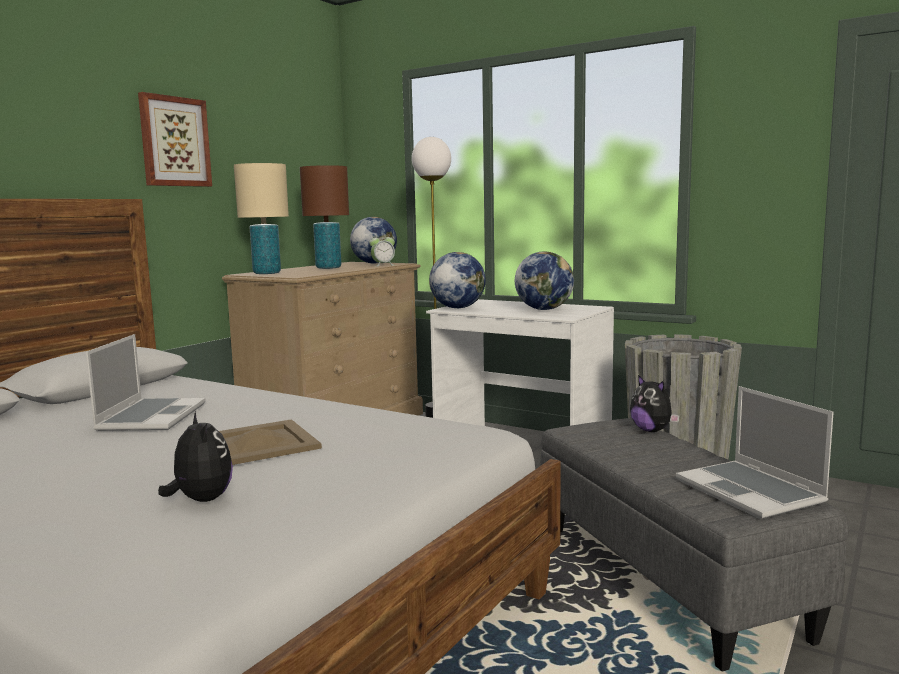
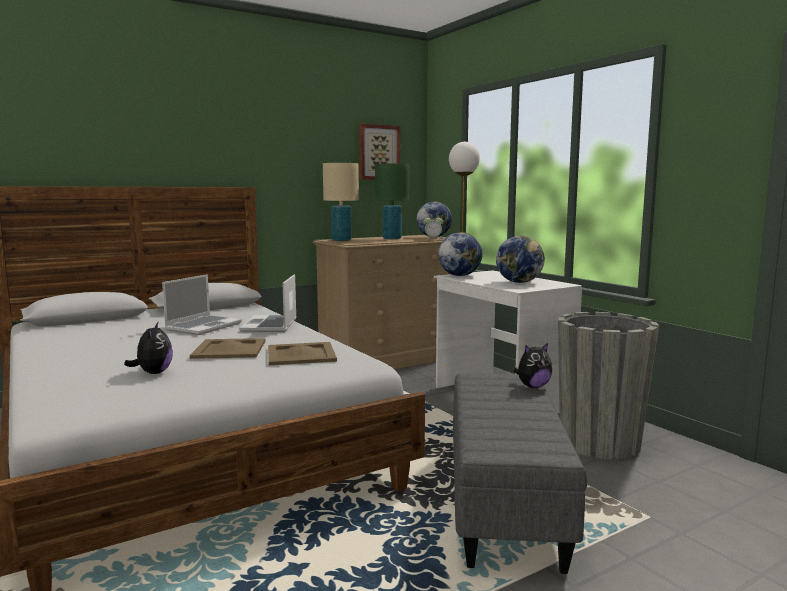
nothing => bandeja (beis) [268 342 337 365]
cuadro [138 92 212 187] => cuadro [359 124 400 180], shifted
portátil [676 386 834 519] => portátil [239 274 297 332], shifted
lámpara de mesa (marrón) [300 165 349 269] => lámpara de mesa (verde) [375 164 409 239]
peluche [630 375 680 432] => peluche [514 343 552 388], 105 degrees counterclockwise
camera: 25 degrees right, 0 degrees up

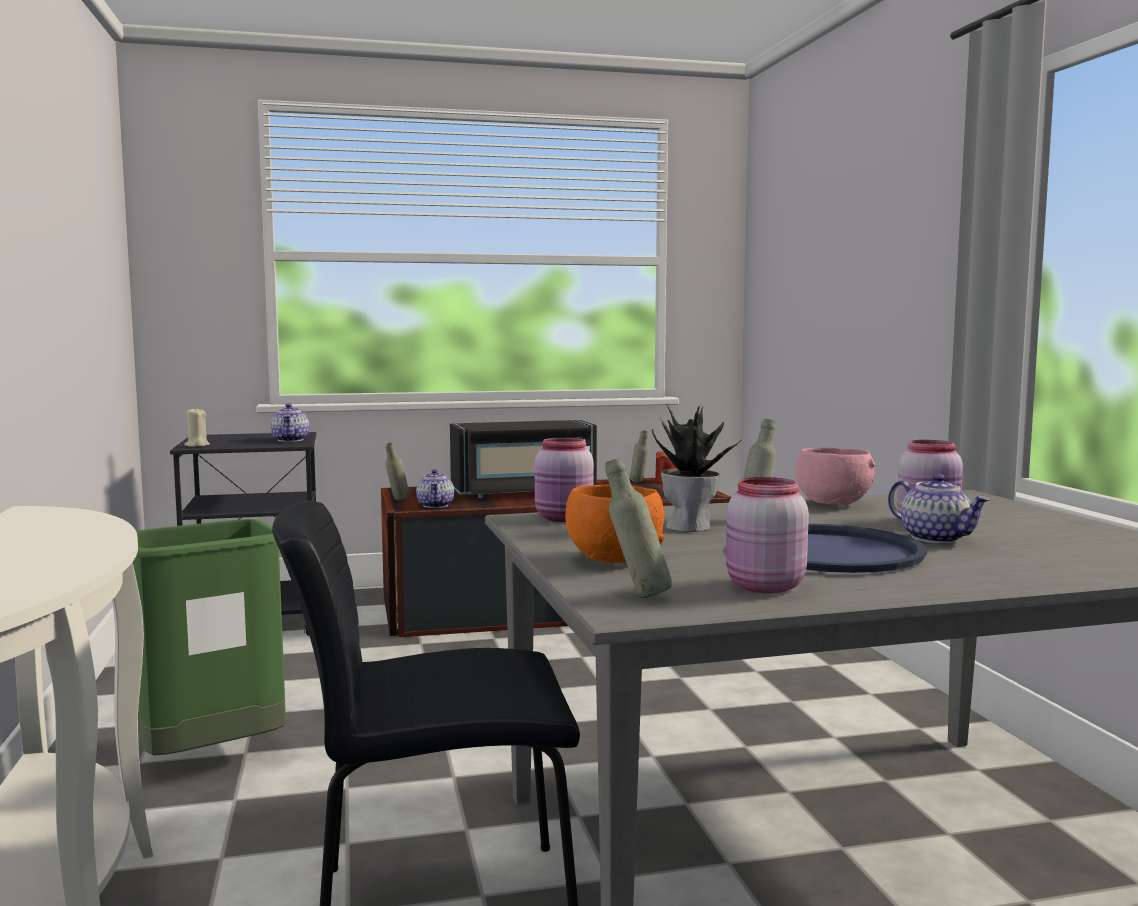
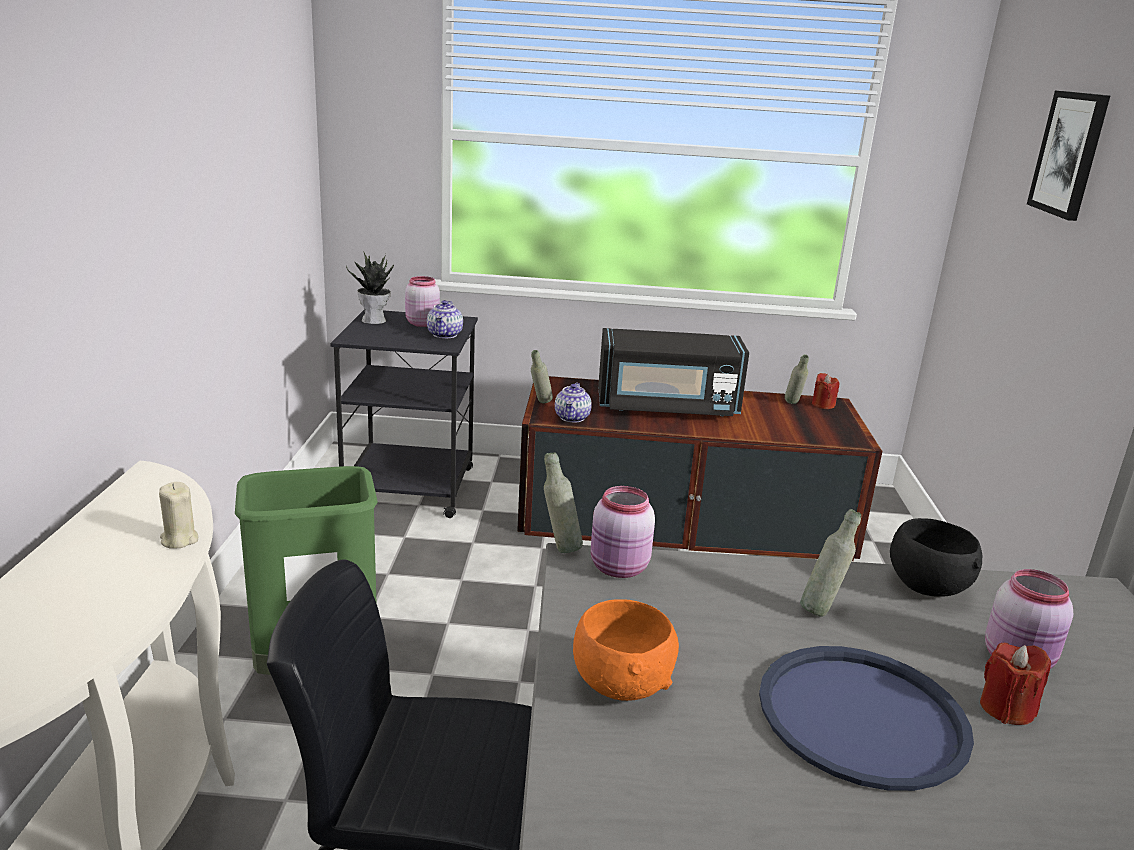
nothing => cuadro [1027 91 1110 221]
vela (beis) [184 407 210 447] => vela (beis) [159 482 198 549], shifted
botella (gris) [605 458 672 598] => botella (gris) [544 452 583 553], shifted
planta en maceta [652 403 742 532] => planta en maceta [346 251 394 324], shifted
tarro (rosa) [726 477 809 593] => tarro (rosa) [405 276 440 327], shifted
tetera [888 474 990 543] => vela (rojo) [980 643 1051 725]
cuenco (rosa) [795 448 875 505] => cuenco (negro) [890 518 983 597]
camera: 15 degrees right, 15 degrees up

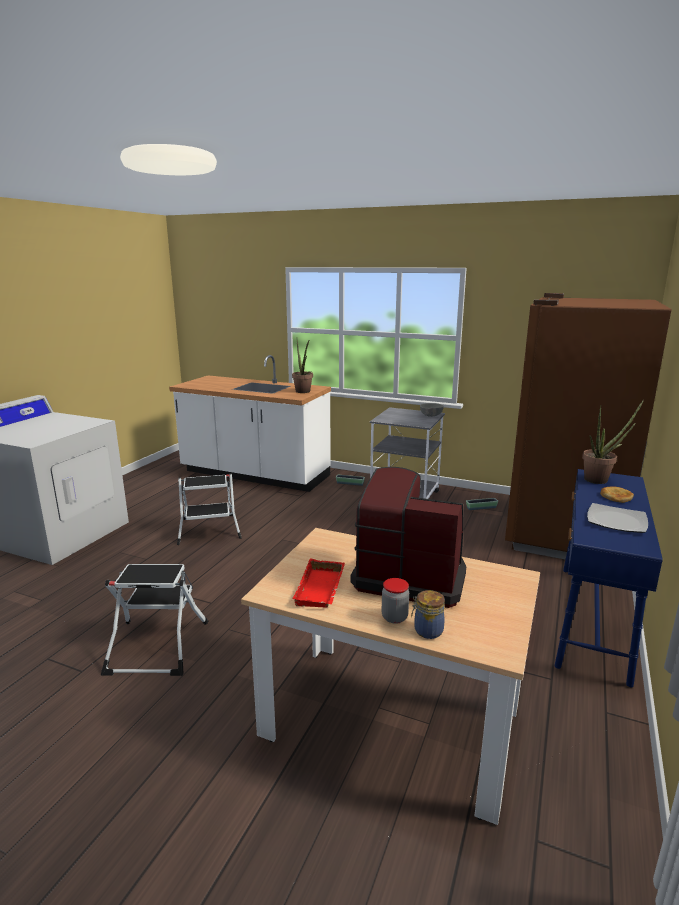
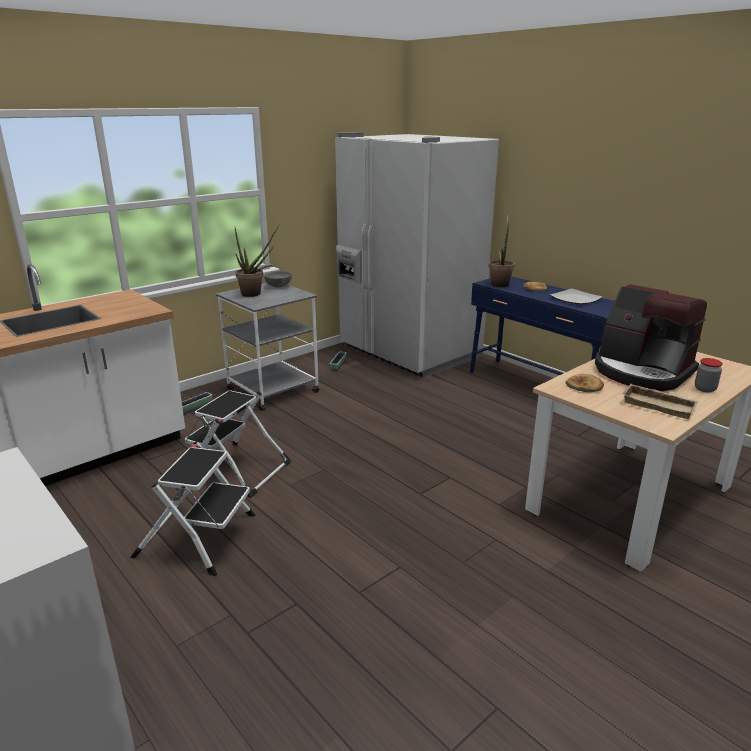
tarro [411 590 445 639] => nothing
nothing => pan [565 374 604 392]
escalera de tijera [101 564 208 676] => escalera de tijera [185 391 292 498], shifted
planta en maceta [292 340 313 393] => planta en maceta [235 225 279 297], shifted
bandeja (rojo) [292 559 345 608] => bandeja (beis) [622 384 699 419]
nevera (marrón) [505 293 671 559] => nevera (blanco) [335 132 499 379]
cafetera [351 467 466 608] => cafetera [595 284 707 391], 90 degrees counterclockwise
camera: 65 degrees left, 5 degrees up

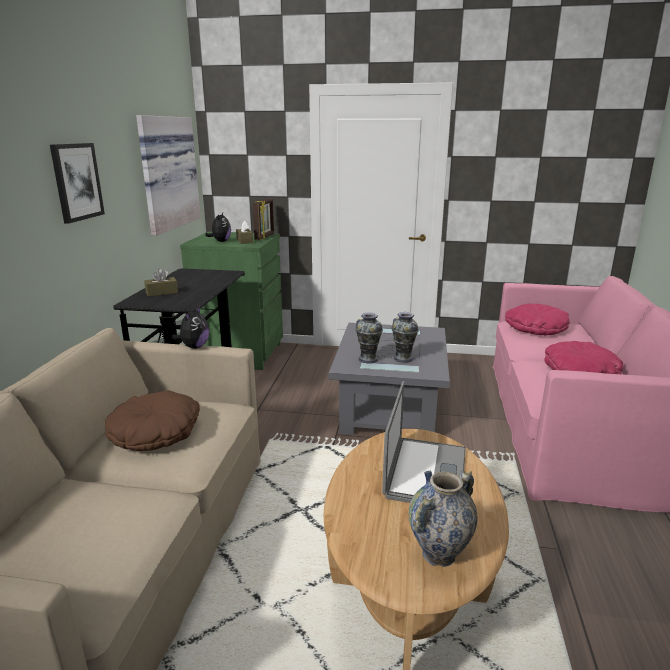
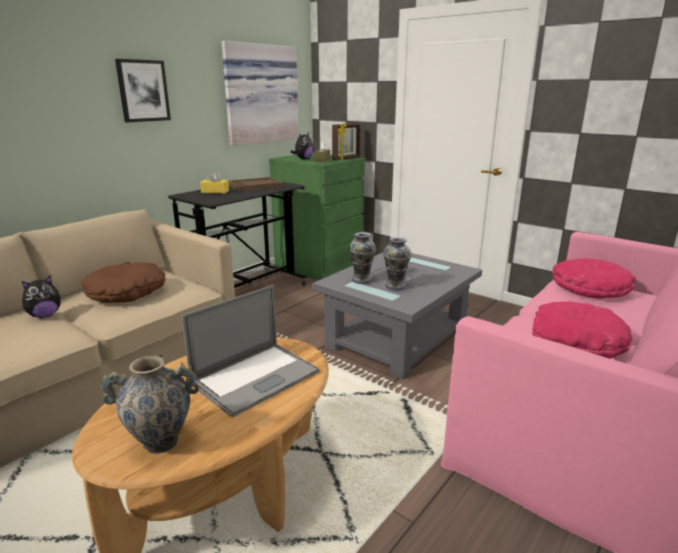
nothing => bandeja (marrón) [229 177 284 191]
peluche [172 306 209 349] => peluche [22 275 61 318], shifted
caja de pañuelos (marrón) [144 269 178 297] => caja de pañuelos (amarillo) [200 171 229 193]
camera: 30 degrees right, 0 degrees up

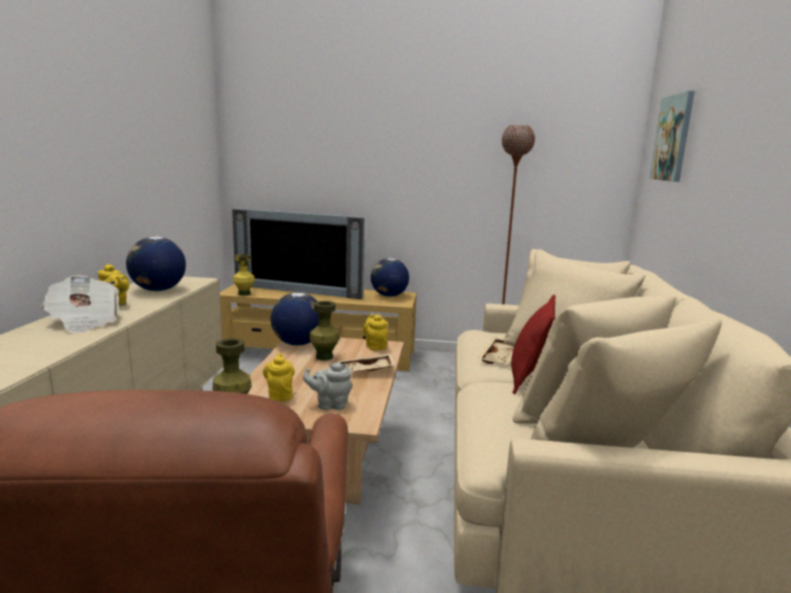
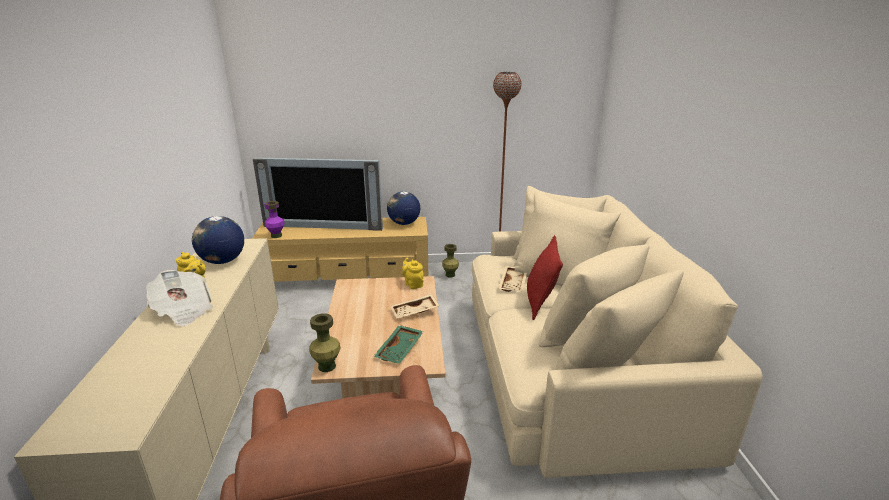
tetera (amarillo) [263 353 295 401] => nothing
globo terráqueo [271 292 319 346] => nothing
cuadro [649 91 695 182] => nothing
florero (verde) [309 301 340 361] => florero (verde) [442 244 459 278], shifted
tetera (gris) [303 363 353 410] => bandeja (verde) [374 325 424 364]
florero (amarillo) [233 254 255 295] => florero (morado) [265 201 284 238]
camera: 10 degrees left, 10 degrees up

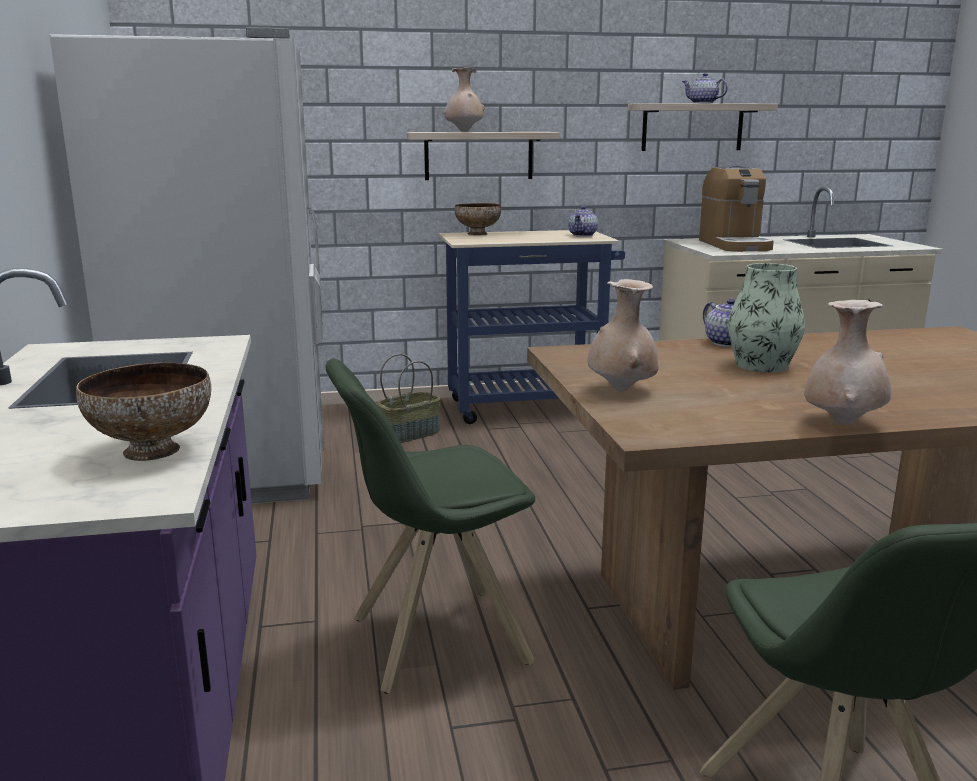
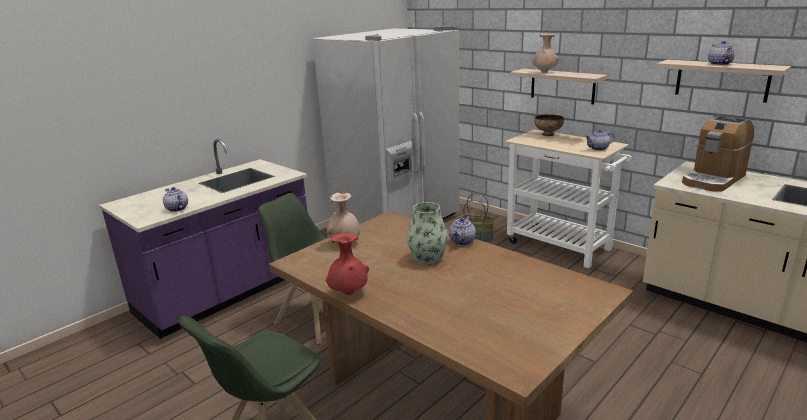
cuenco [76 362 211 461] => tetera [163 187 188 212]
carrito (azul) [439 230 625 424] => carrito (blanco) [506 130 632 268]
florero (beis) [804 300 891 425] => florero (rojo) [325 233 369 295]
camera: 55 degrees right, 5 degrees up

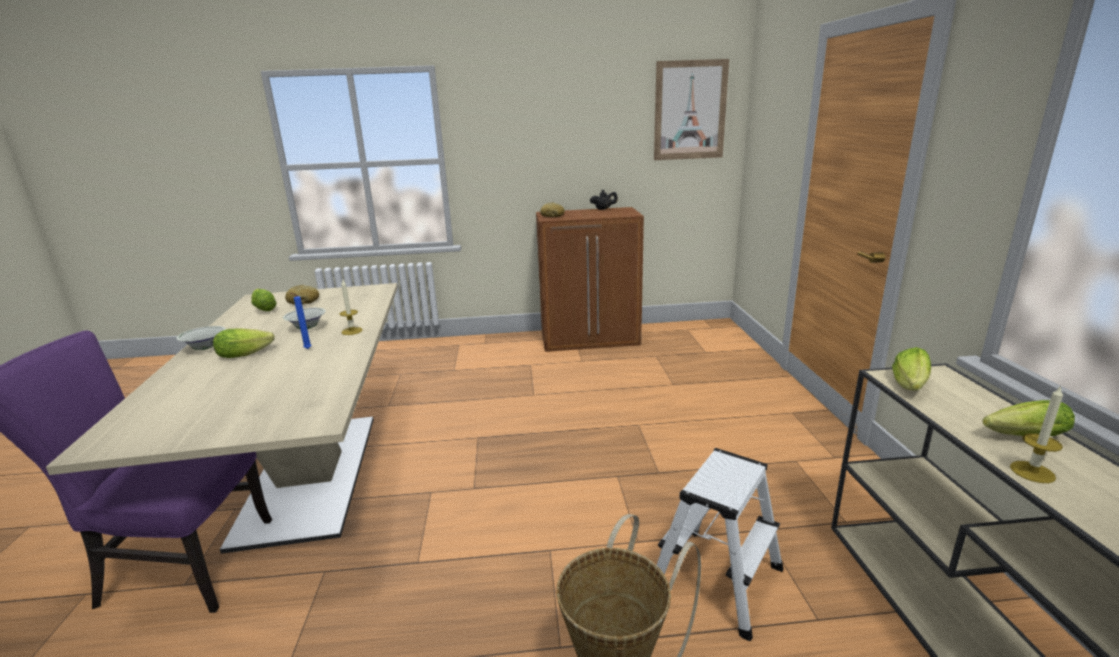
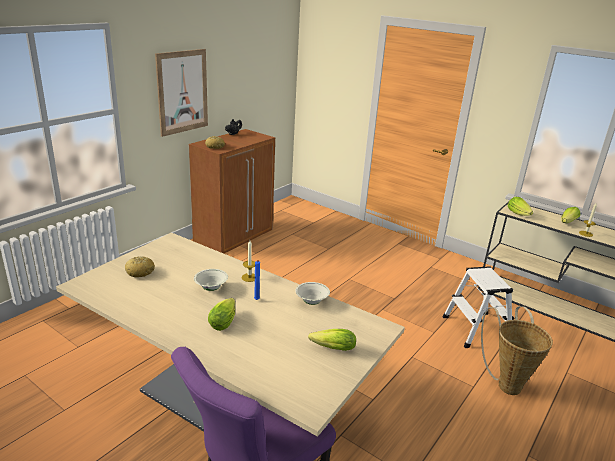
cuenco (blanco) [176 326 226 350] => cuenco (blanco) [295 282 330 305], shifted
lechuga [251 289 277 311] => lechuga [308 329 356 351], shifted
cuadro [654 59 729 160] => cuadro [155 49 208 137], shifted
camera: 50 degrees left, 5 degrees up

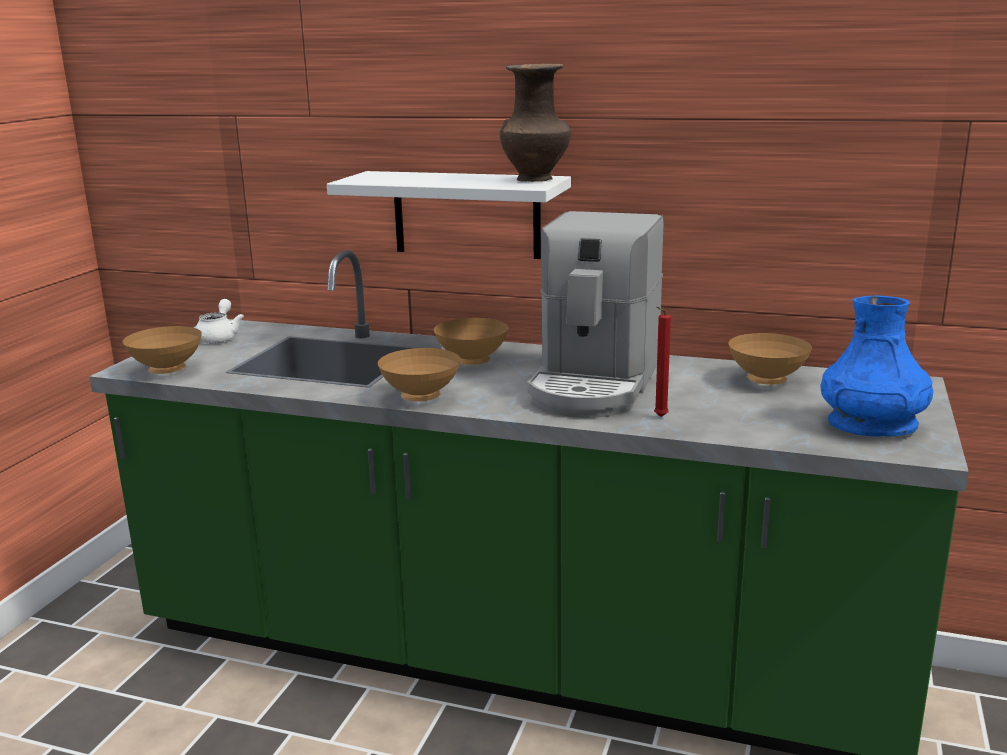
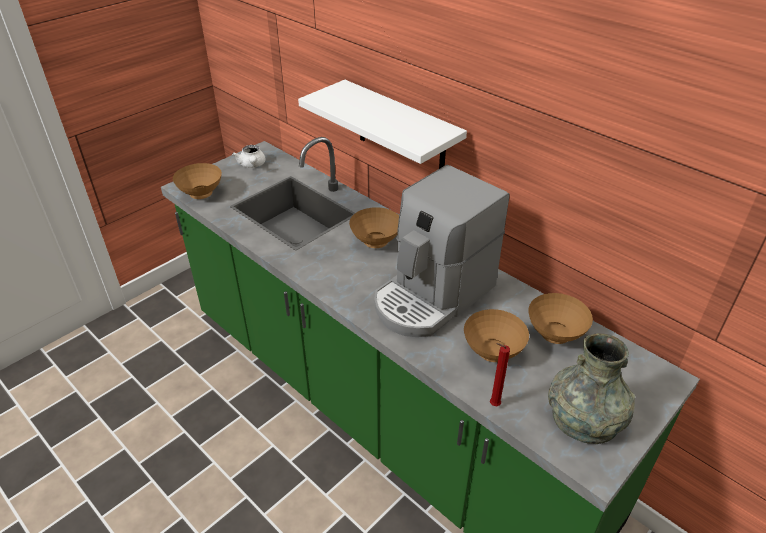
florero (marrón) [500 64 571 182] => nothing
cuenco (marrón) [378 348 461 401] => cuenco (marrón) [464 309 529 362], shifted
vela (rojo) [654 306 671 417] => vela (rojo) [490 343 510 406], shifted
florero (azul) [820 296 933 437] => florero (gris) [548 333 635 444]
tetera (blanco) [196 299 244 343] => tetera (blanco) [232 145 266 168], 135 degrees clockwise
camera: 25 degrees right, 20 degrees up

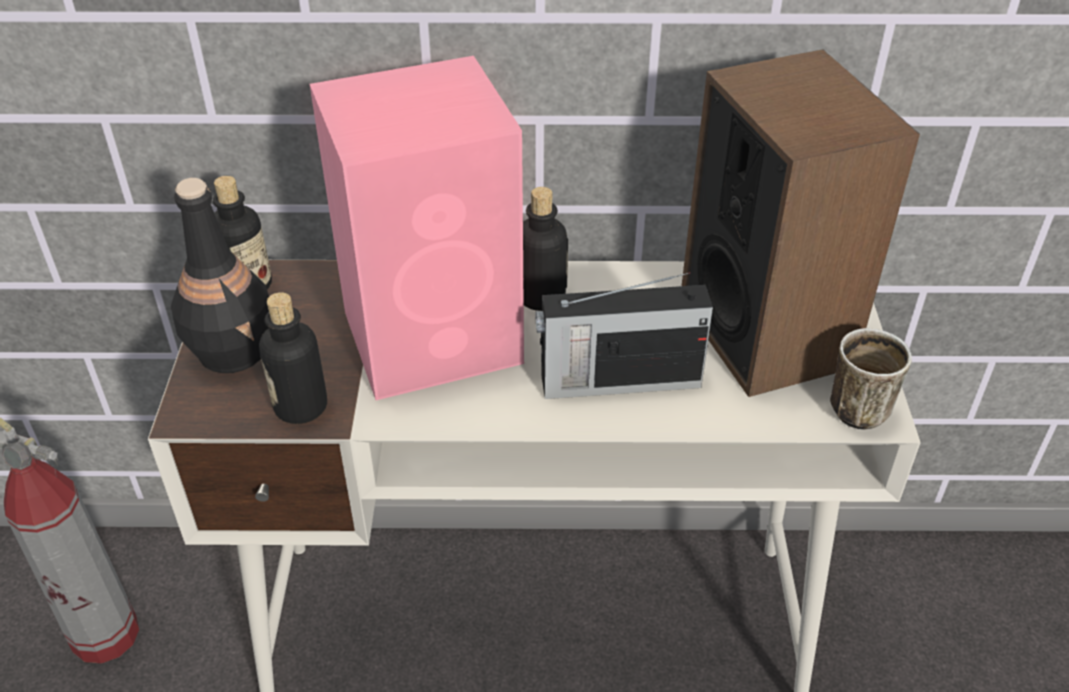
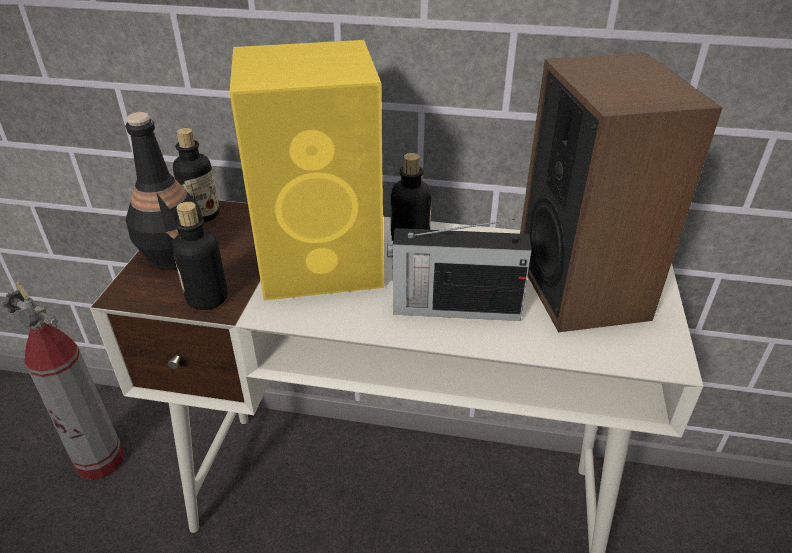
taza grande [830 328 912 430] => nothing
altavoz (rosa) [310 56 524 400] => altavoz (amarillo) [230 40 384 301]
camera: 10 degrees right, 5 degrees down

